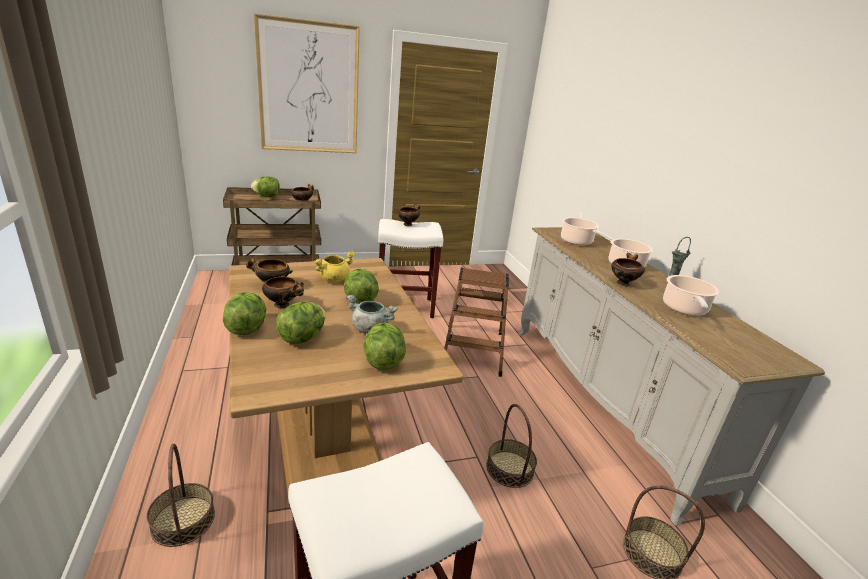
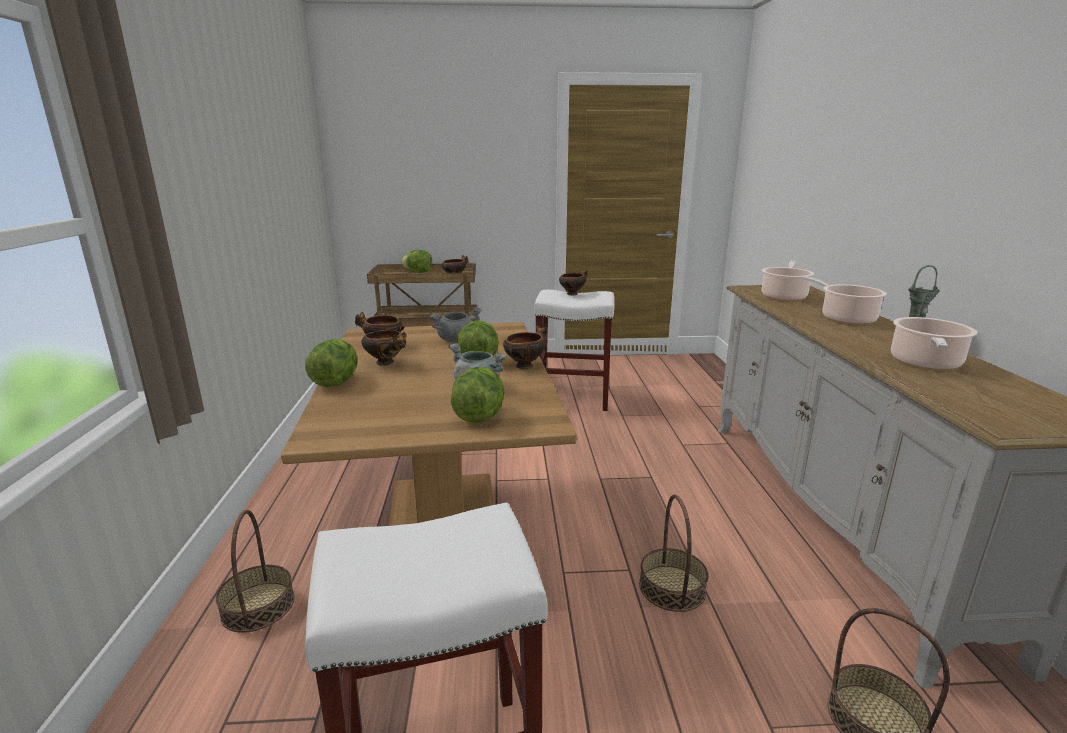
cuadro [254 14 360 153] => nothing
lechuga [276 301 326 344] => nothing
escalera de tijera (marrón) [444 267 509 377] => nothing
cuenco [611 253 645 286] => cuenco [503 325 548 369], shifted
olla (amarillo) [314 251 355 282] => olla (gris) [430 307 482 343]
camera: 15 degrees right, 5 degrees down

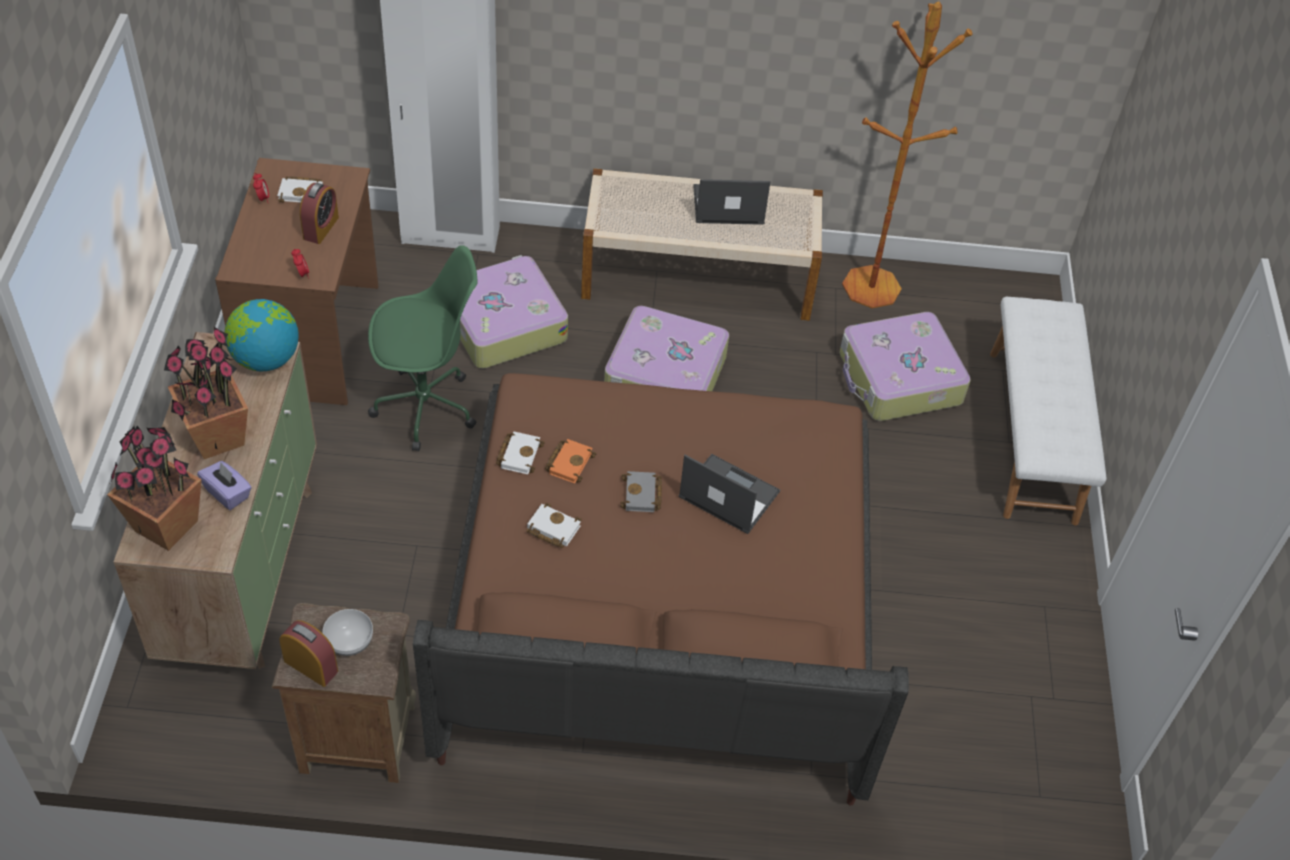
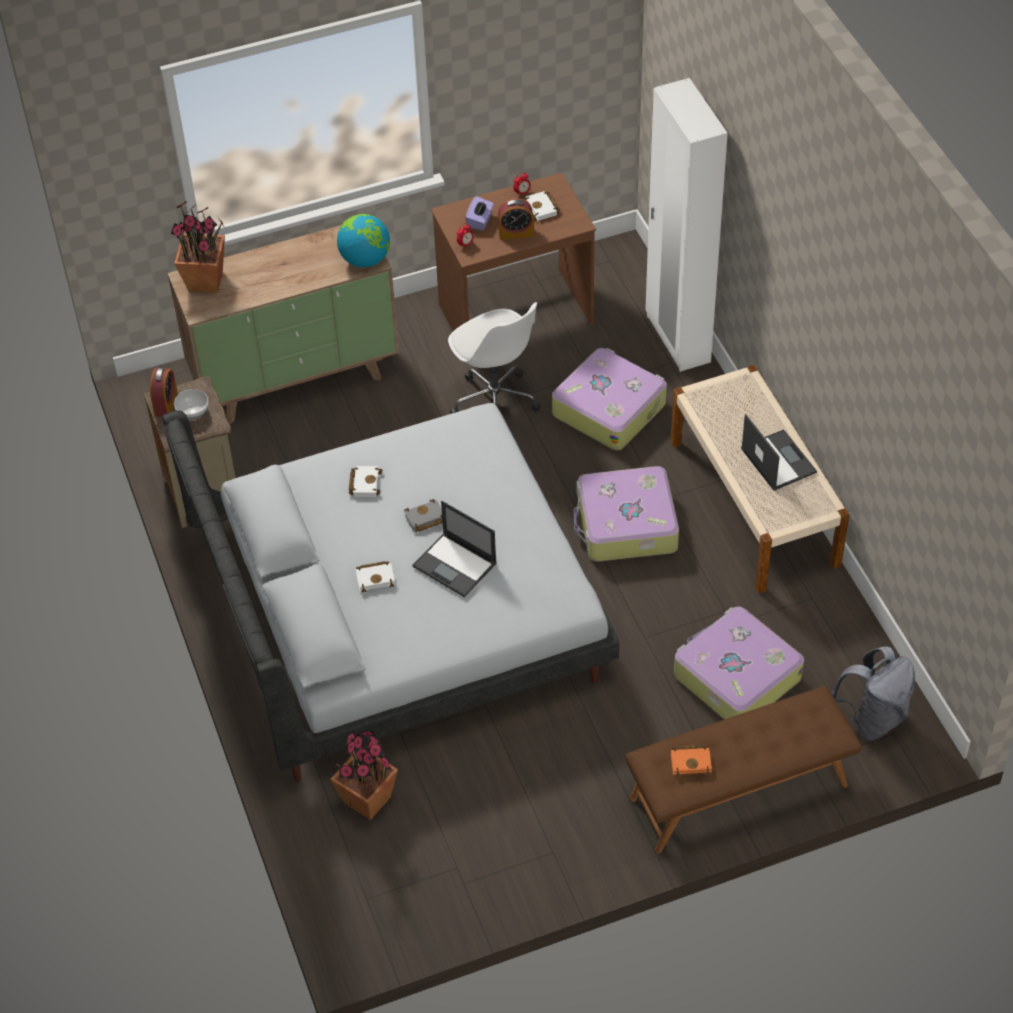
perchero (naranja) [842 1 972 308] => nothing
nothing => mochila (gris) [831 646 915 741]
planta en maceta [164 327 248 459] => planta en maceta [330 731 398 820], shifted
caja de pañuelos (morado) [197 461 252 510] => caja de pañuelos (morado) [465 196 494 231], shifted
libro (blanco) [496 431 545 474] => libro (blanco) [356 561 395 593], shifted
libro (naranja) [545 439 596 484] => libro (naranja) [671 745 712 777], shifted
silla de oficina (verde) [368 245 478 451] => silla de oficina (blanco) [448 302 541 414]
cama (marrón) [413 373 909 806] => cama (gris) [162 403 619 782]
banco (blanco) [990 297 1107 526] => banco (marrón) [625 686 862 853]
portátil [679 454 781 534] => portátil [413 501 497 598], 120 degrees clockwise
camera: 70 degrees right, 0 degrees up

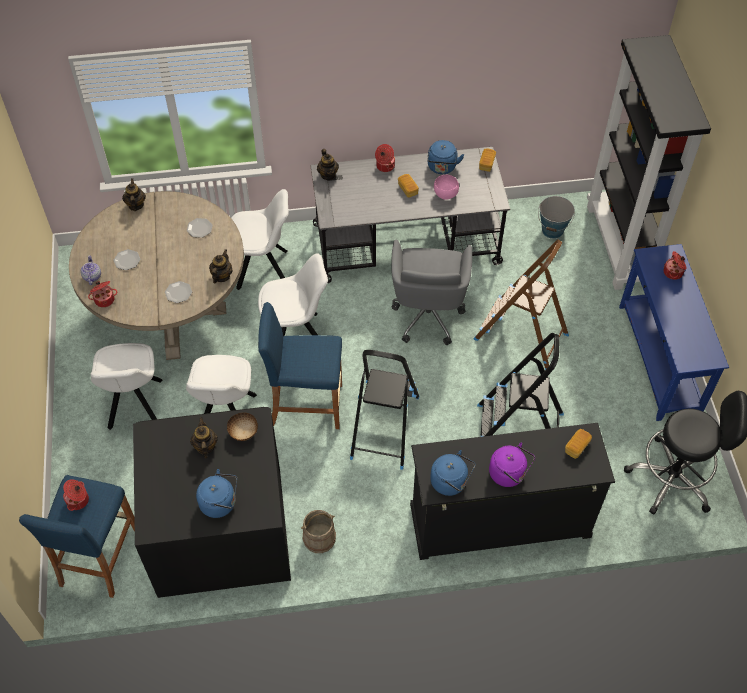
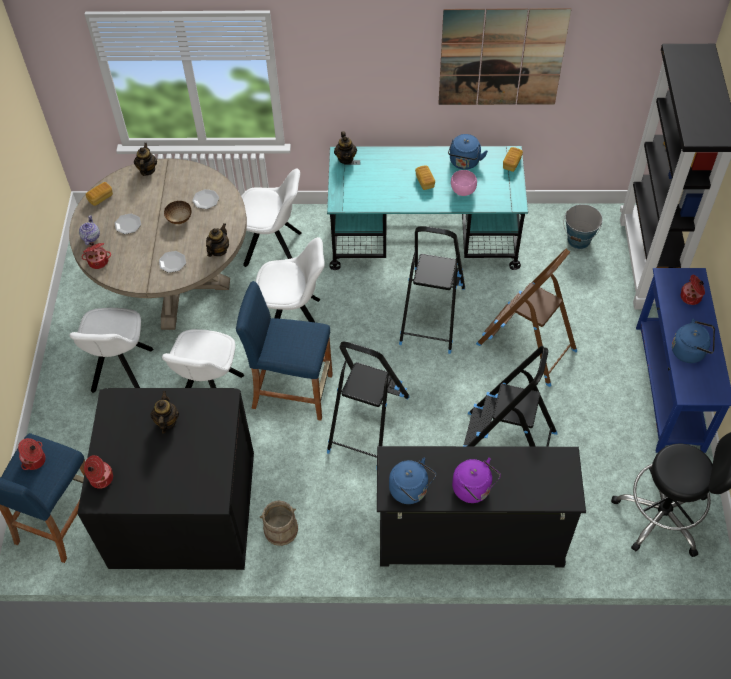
nothing => cuadro [438 8 571 105]
hervidor (azul) [196 469 237 518] => hervidor (azul) [672 319 715 363], shifted
cuenco [227 413 258 441] => cuenco [164 201 191 224], shifted
olla [375 144 395 172] => olla [84 455 113 489], shifted
pan [565 429 592 459] => pan [85 182 113 206], shifted
silla de oficina (gris) [391 240 472 345] => escalera de tijera (negro) [399 226 465 354]
escritorio (gris) [310 147 510 283] => escritorio (turquesa) [327 146 528 270]
camera: 10 degrees right, 0 degrees up

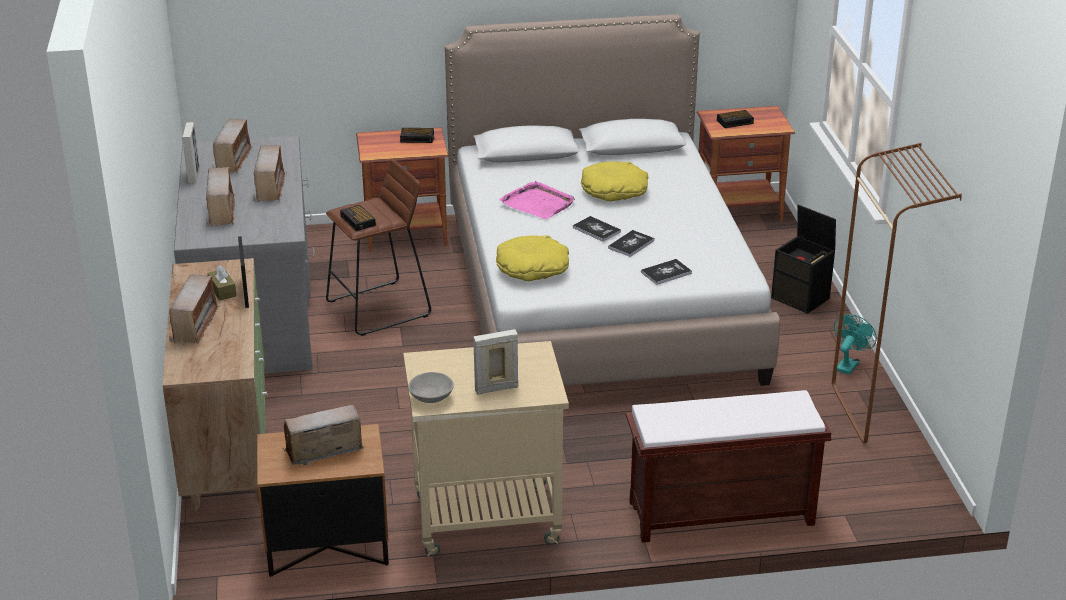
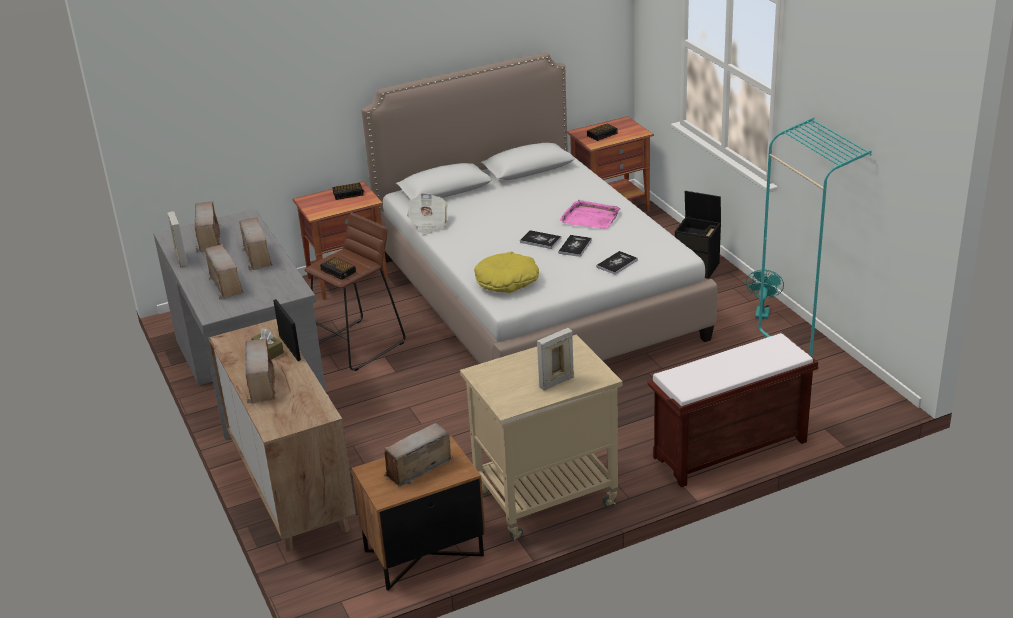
cuenco (gris) [408 372 454 403] => nothing
cojín (amarillo) [581 161 648 201] => nothing
nothing => periódico [407 192 448 235]
bandeja (rosa) [499 181 575 219] => bandeja (rosa) [560 200 620 229], shifted
perchero (marrón) [832 143 962 443] => perchero (turquesa) [758 117 872 357]
camera: 15 degrees left, 0 degrees up

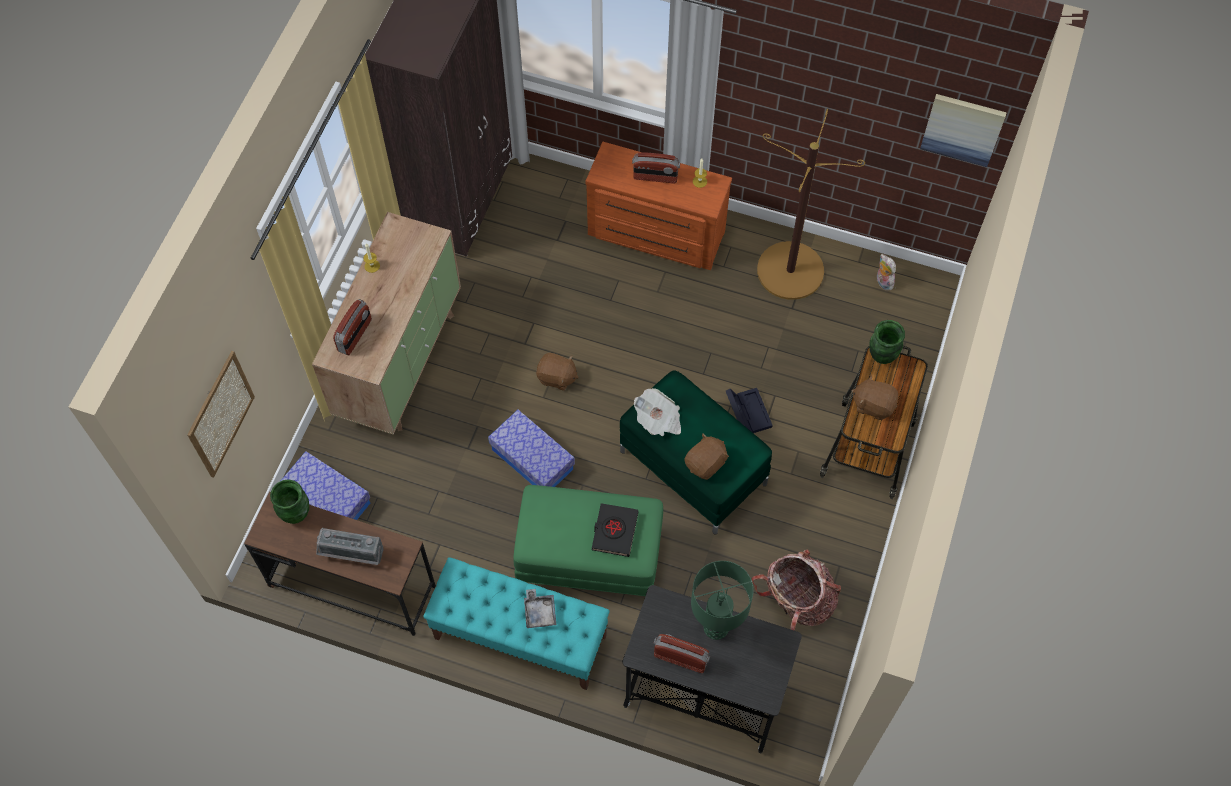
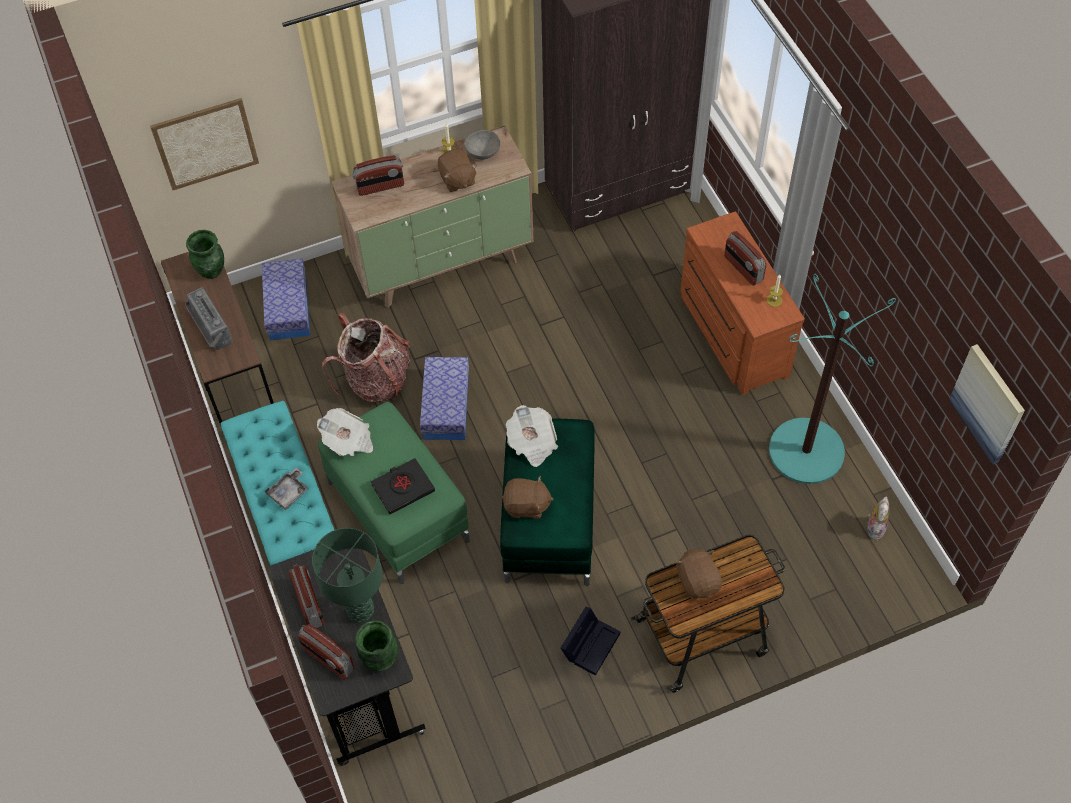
nothing => radio [298 624 355 680]
nothing => periódico [317 408 373 456]
nothing => cuenco (gris) [464 130 500 160]
peluche (marrón) [536 353 579 391] => peluche (marrón) [438 149 478 192], shifted
caja de almacenaje (negro) [726 388 773 433] => caja de almacenaje (negro) [561 607 620 676], shifted
mochila [752 549 841 631] => mochila [322 313 410 403], shifted
florero (verde) [869 320 905 364] => florero (verde) [355 620 398 672], shifted
perchero (marrón) [757 109 865 300] => perchero (turquesa) [769 273 896 484]
camera: 50 degrees right, 5 degrees down

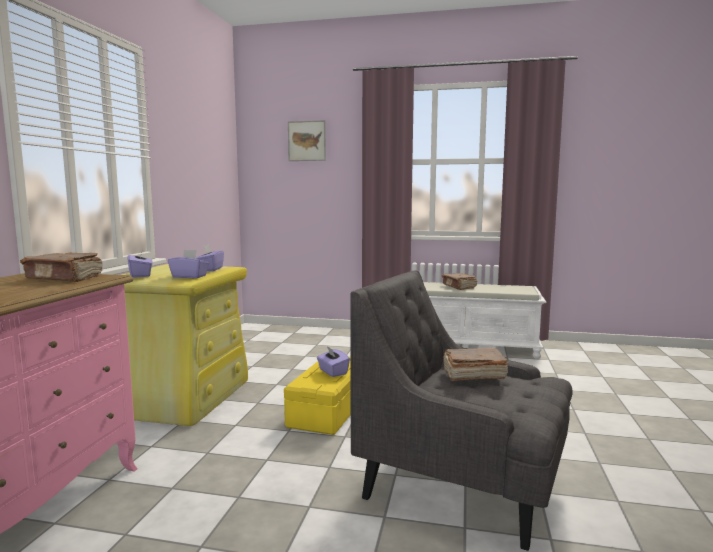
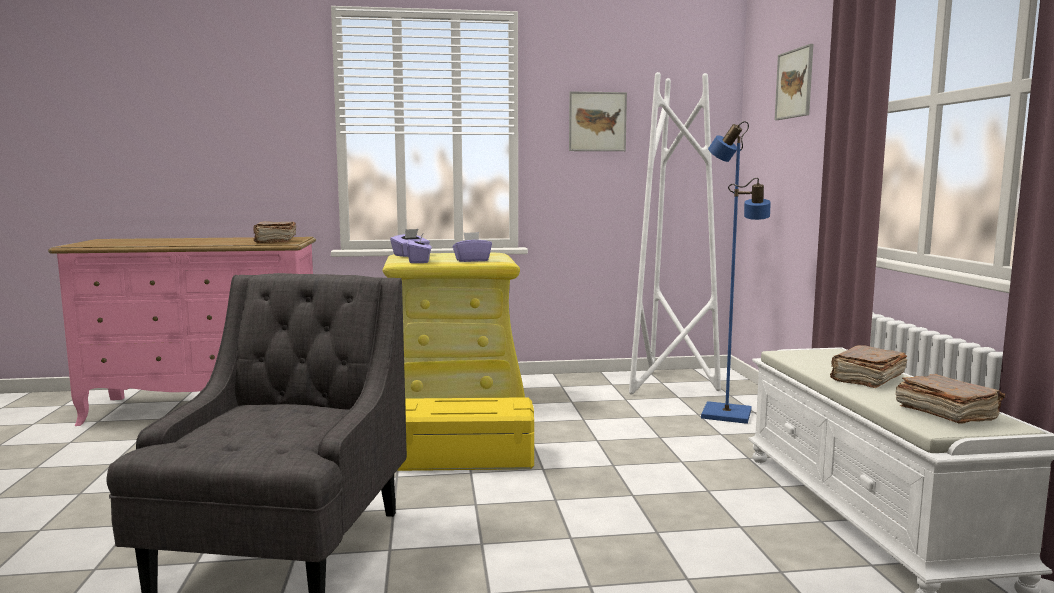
caja de pañuelos (morado) [317 346 350 377] => nothing
nothing => cuadro [569 91 627 151]
nothing => perchero (blanco) [629 72 721 395]
nothing => lámpara de pie (azul) [701 121 771 424]
libro (marrón) [443 348 508 381] => libro (marrón) [896 374 1005 424], shifted
camera: 70 degrees right, 0 degrees up

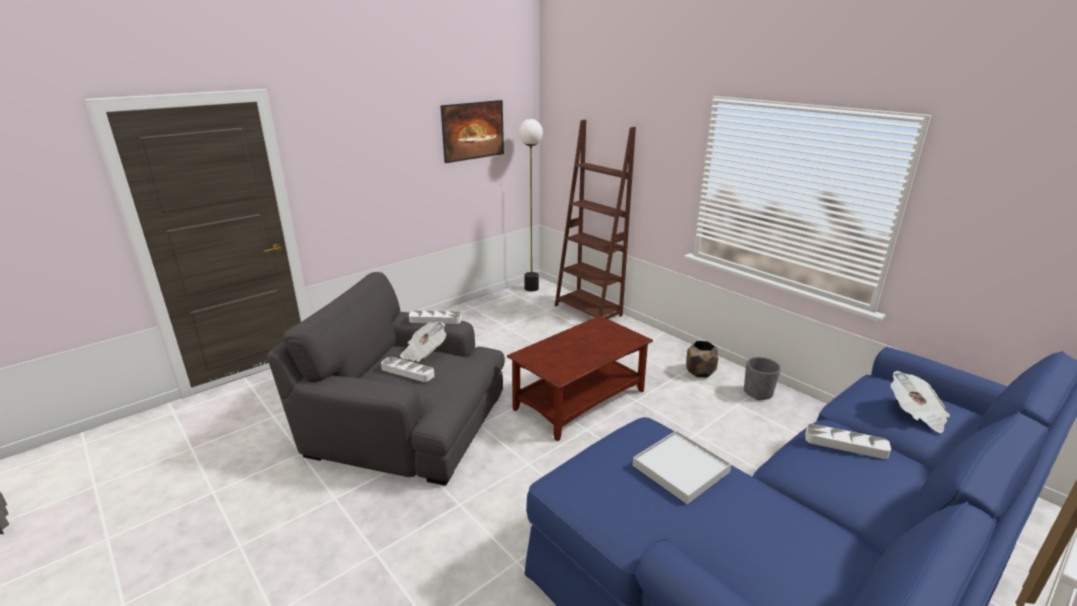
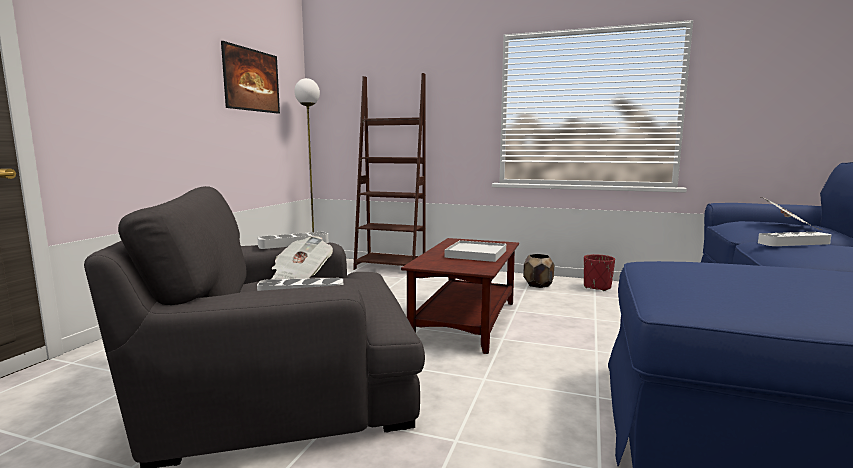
bandeja (blanco) [633 430 731 504] => bandeja (blanco) [444 240 506 262], shifted
maceta (gris) [744 357 781 400] => maceta (rojo) [584 254 615 291]
camera: 30 degrees left, 15 degrees down

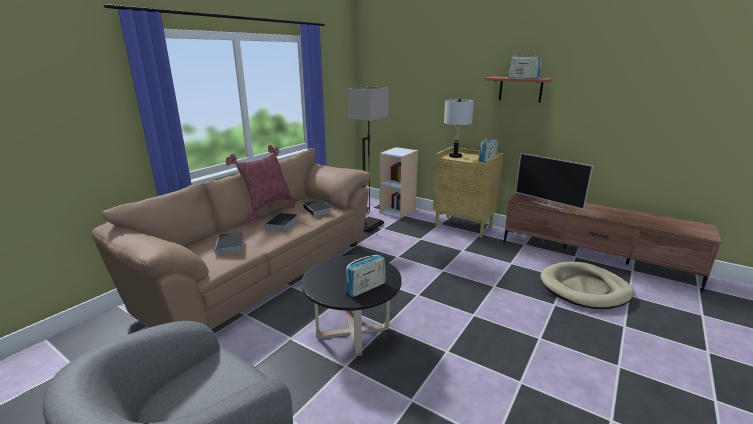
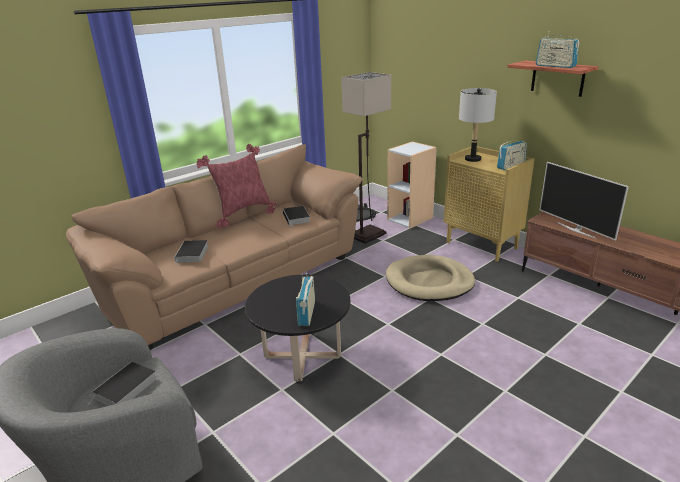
libro [265 213 298 231] => libro [87 362 157 406], shifted
cama para perro (beis) [540 262 634 309] => cama para perro (beis) [386 255 475 301], shifted
radio [345 255 386 297] => radio [296 273 315 326], 120 degrees clockwise
camera: 15 degrees right, 5 degrees up

